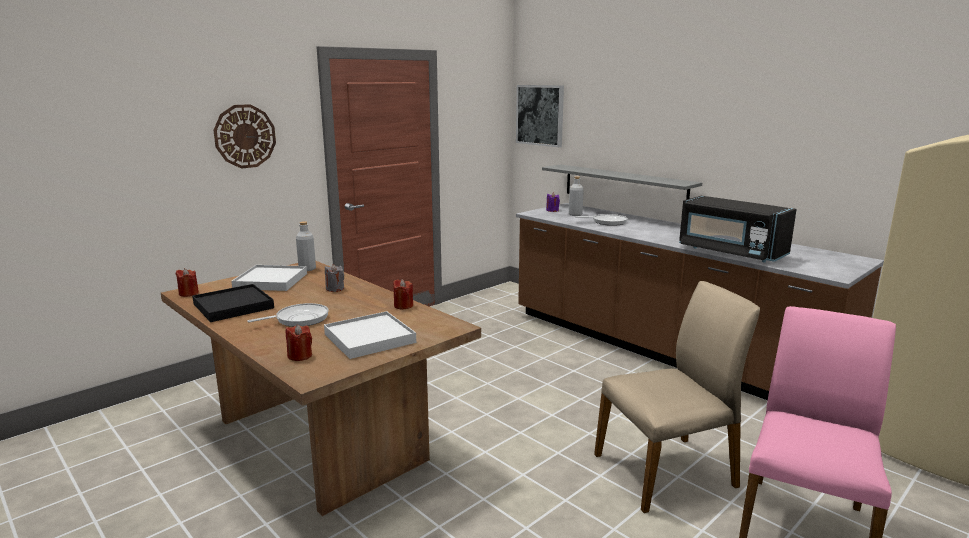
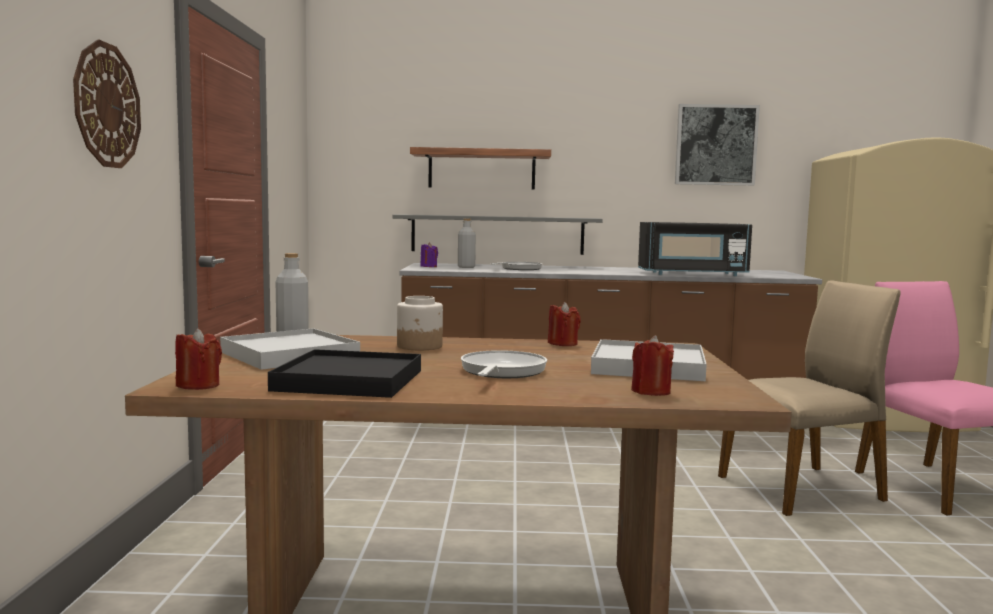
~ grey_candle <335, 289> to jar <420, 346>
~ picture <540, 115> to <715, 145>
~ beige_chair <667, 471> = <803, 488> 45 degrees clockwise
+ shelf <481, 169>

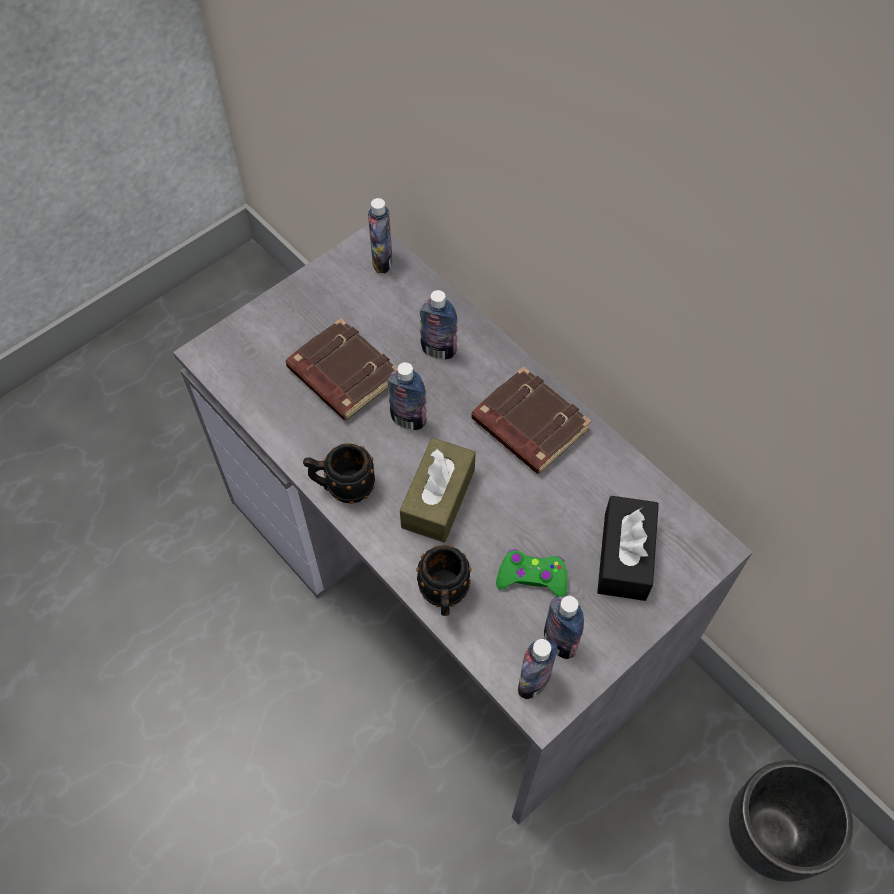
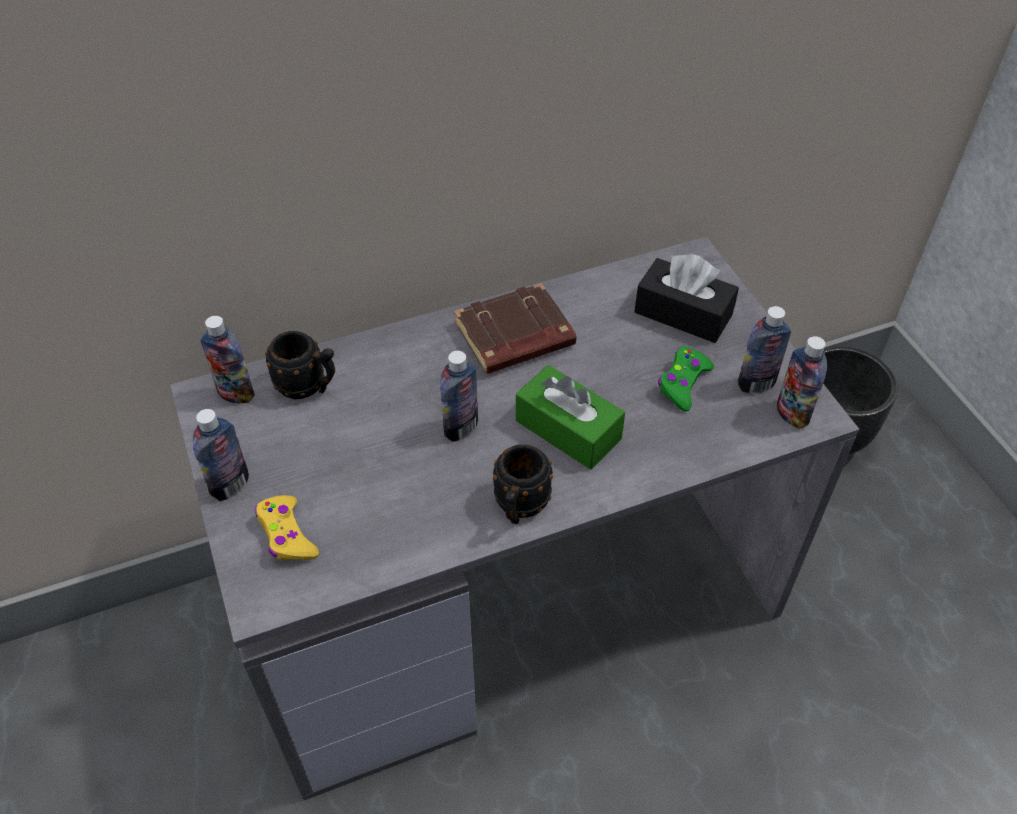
- brown_book <341, 374>
~ brown_tissue_box <438, 498> to green_tissue_box <568, 429>
~ black_mug <444, 596> to <308, 387>
~ bottle <438, 350> to <230, 485>
+ yellow_game_controller <287, 535>

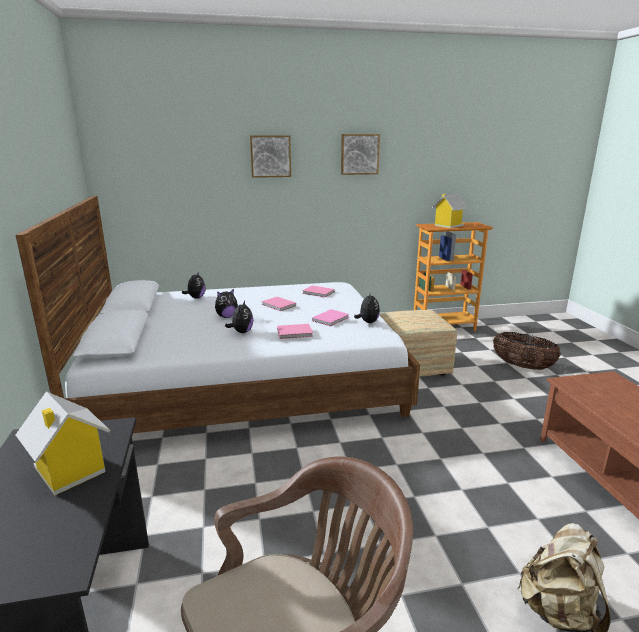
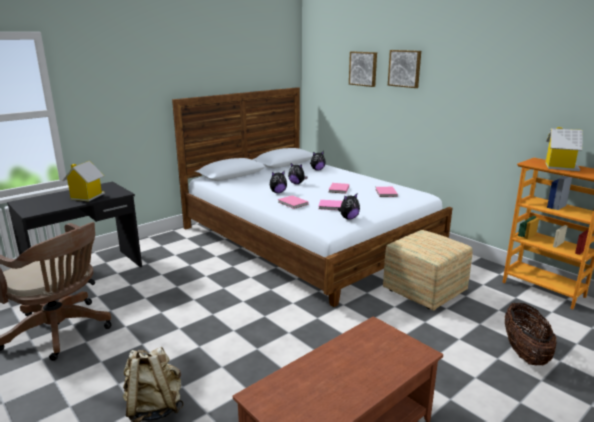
~ picture <359, 154> to <363, 68>

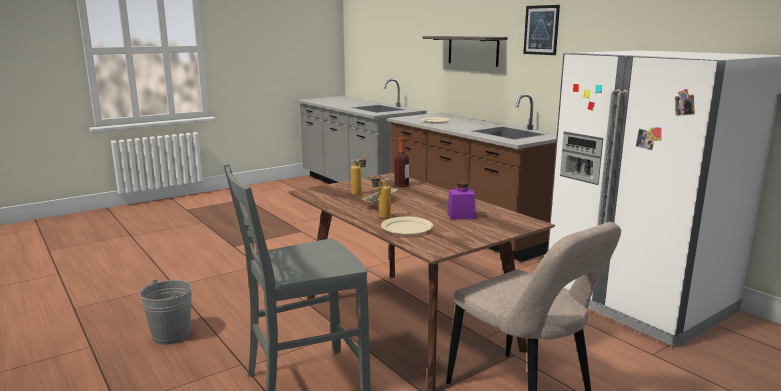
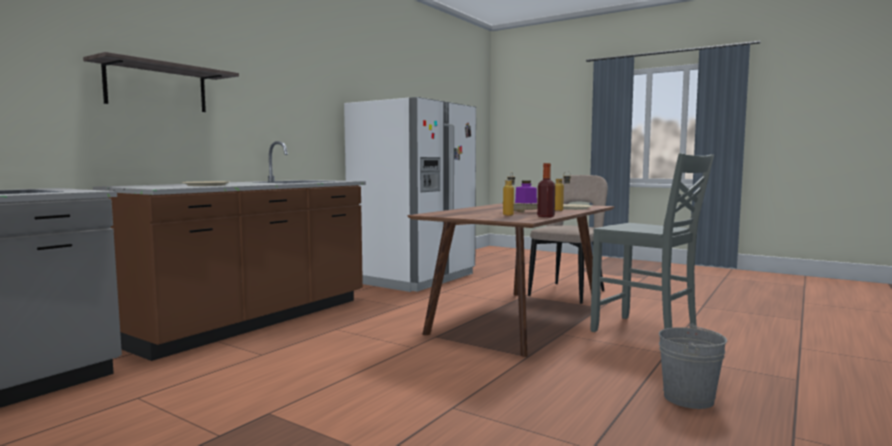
~ bottle <401, 185> to <545, 216>
- picture <541, 30>

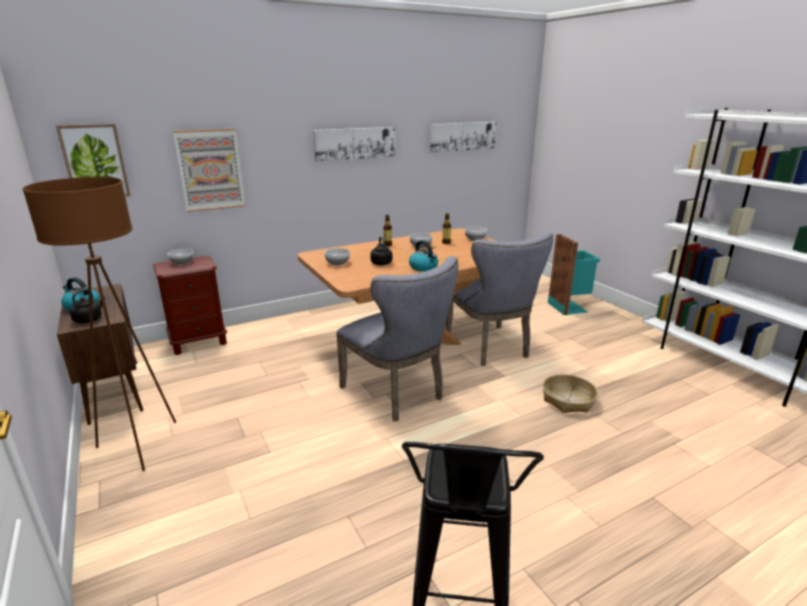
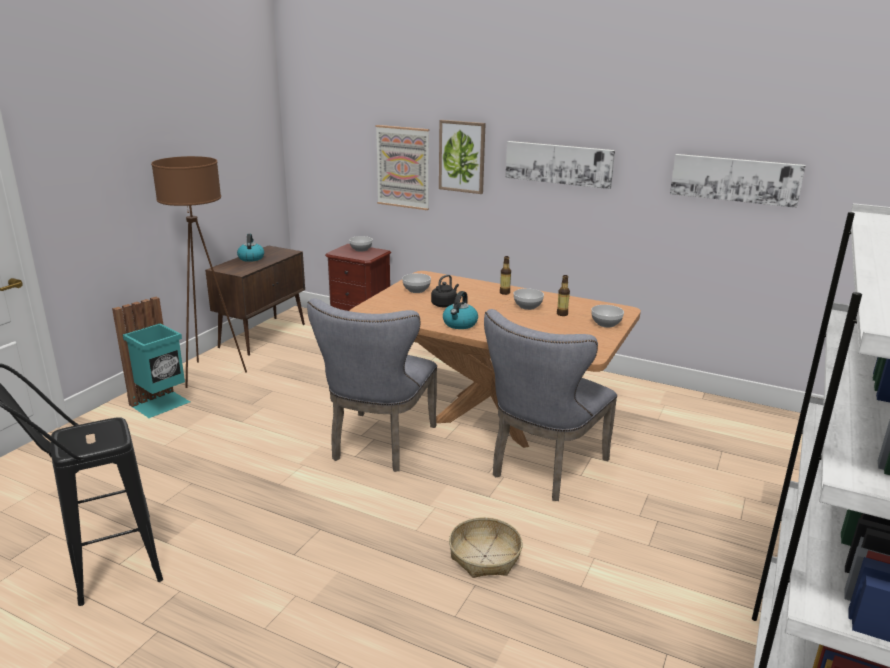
~ picture <95, 162> to <462, 156>
- black_kettle <89, 319>
~ turquoise_trash_can <569, 307> to <161, 404>

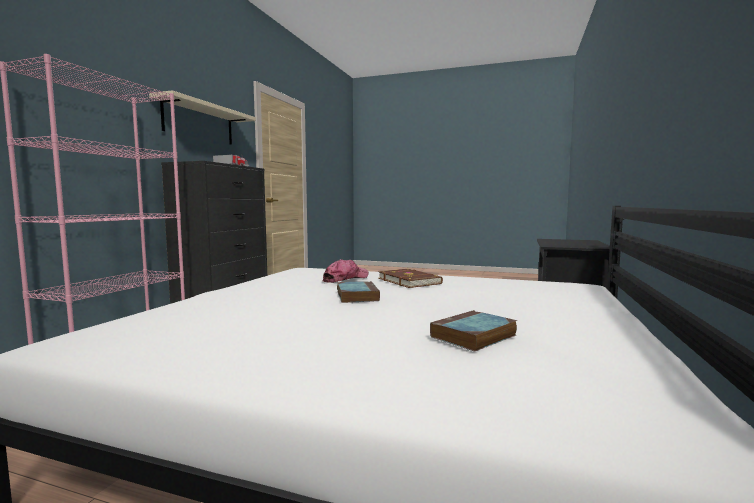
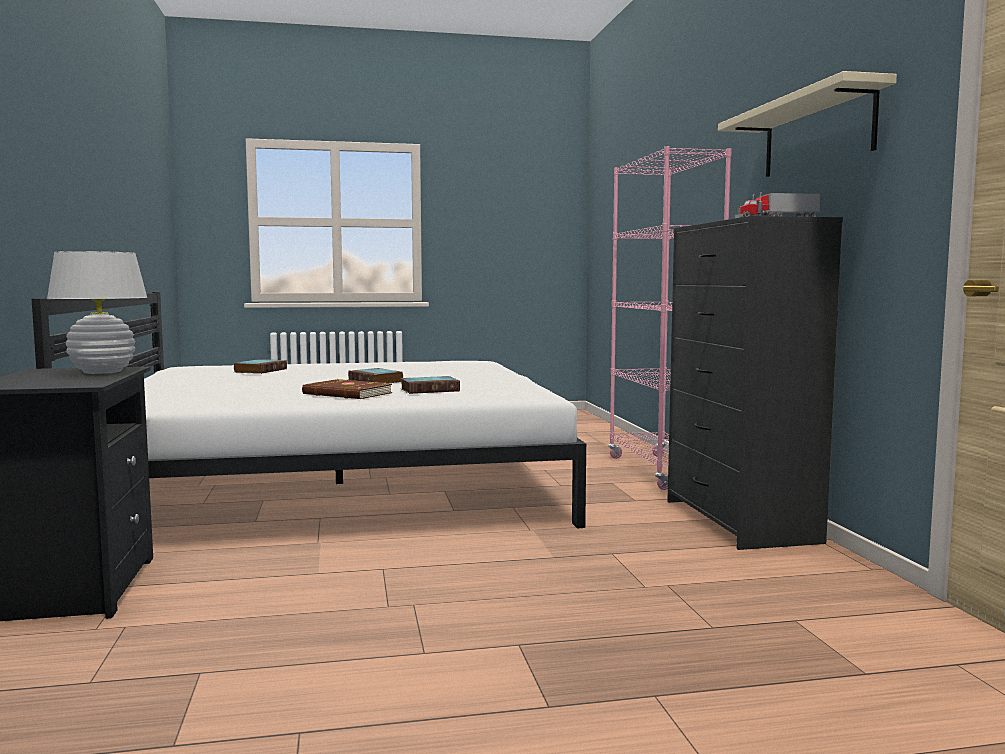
~ cap <345, 278> to book <430, 390>
+ white_table_lamp <103, 372>

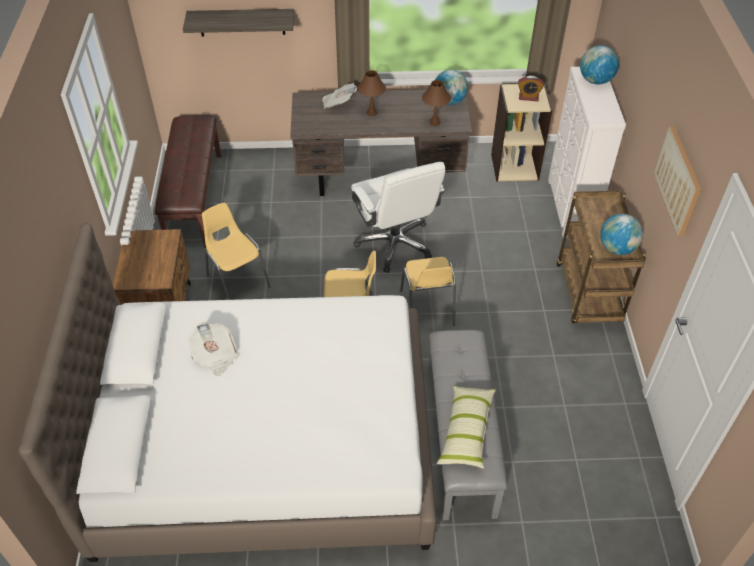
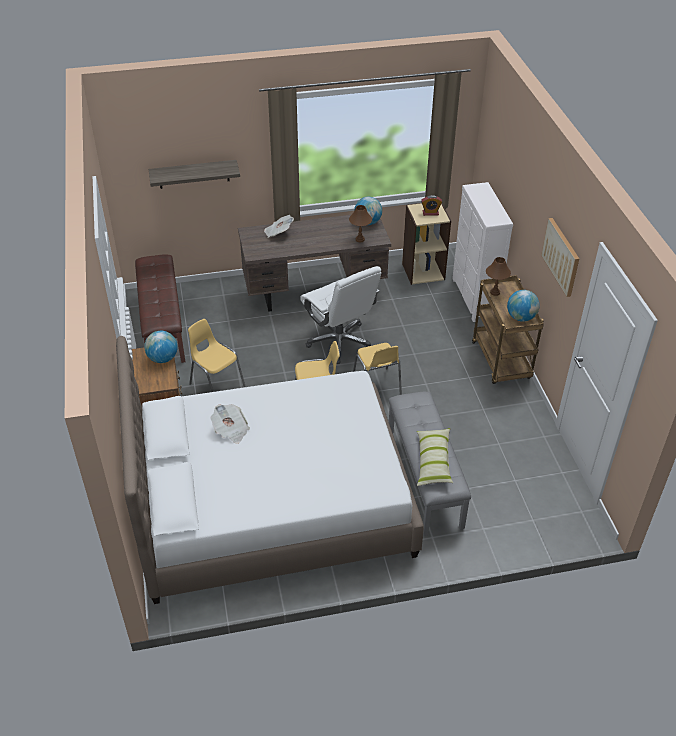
~ brown_table_lamp <371, 112> to <495, 292>
~ globe <595, 81> to <163, 358>

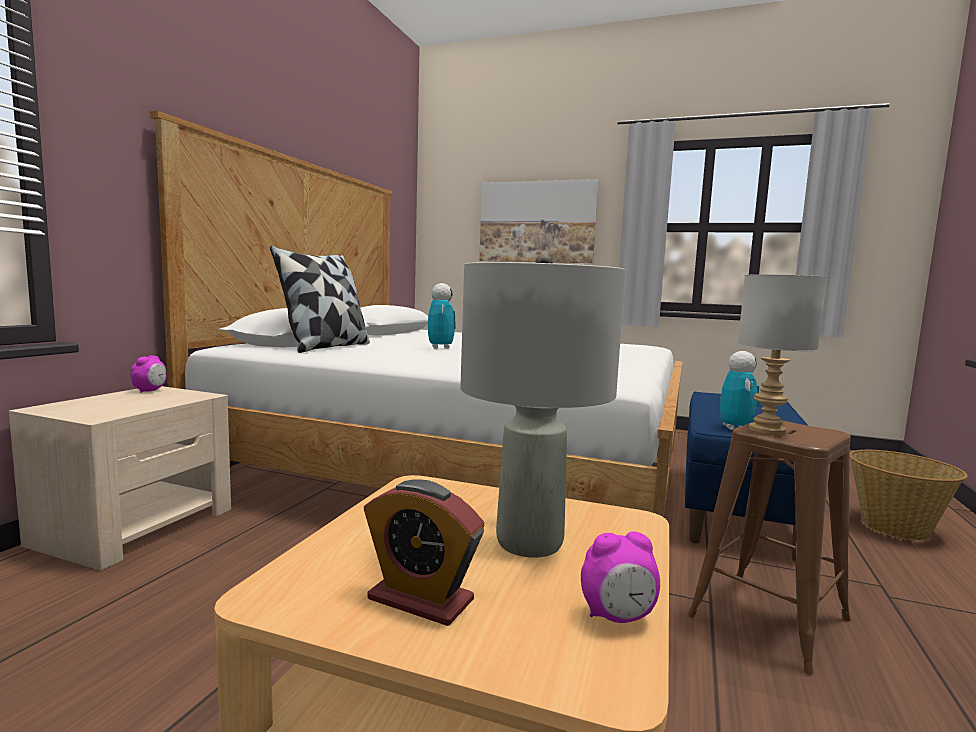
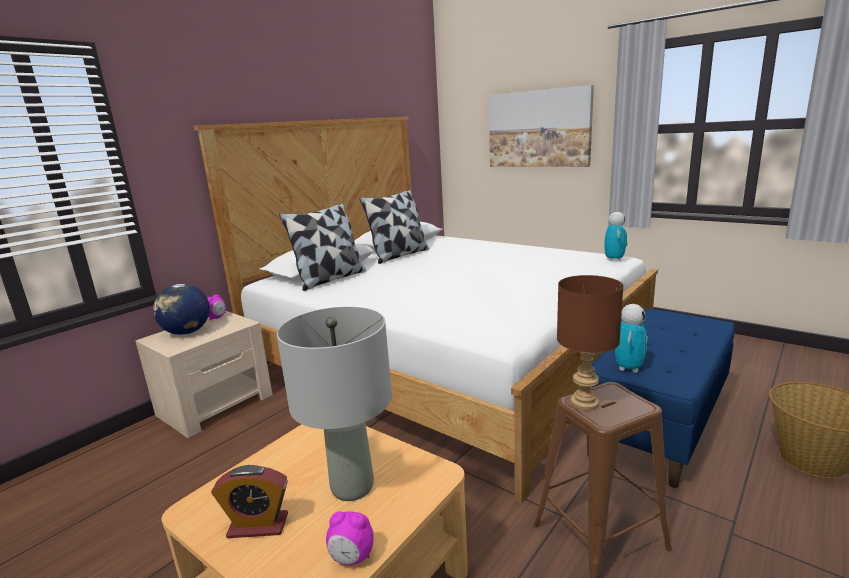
~ alarm_clock <420, 600> = <258, 526> 45 degrees counterclockwise
~ toy_robot <440, 348> to <614, 260>
~ grey_table_lamp <765, 430> to brown_table_lamp <583, 402>
+ globe <187, 332>
+ pillow <399, 255>

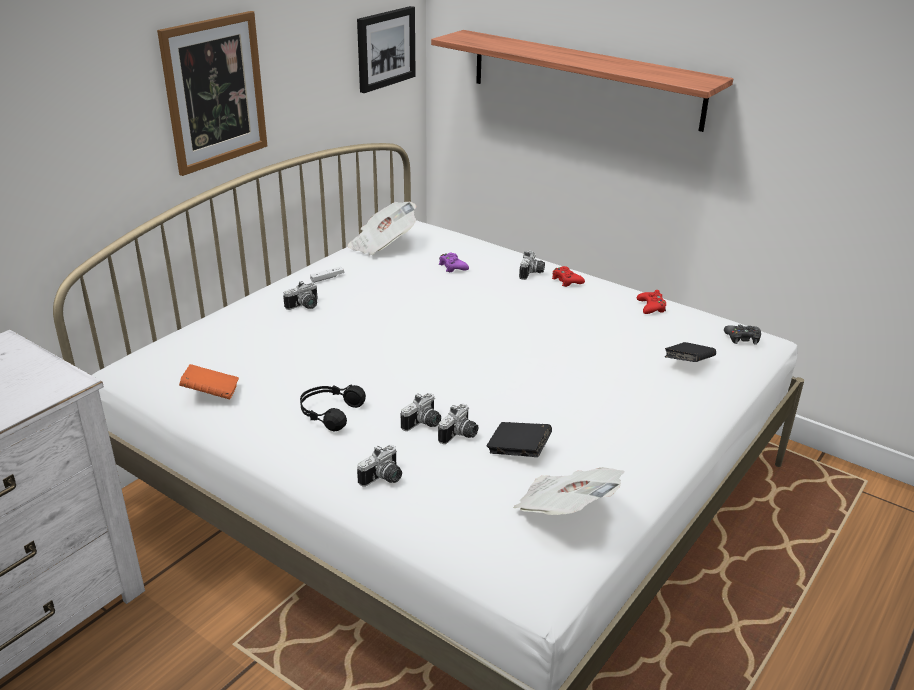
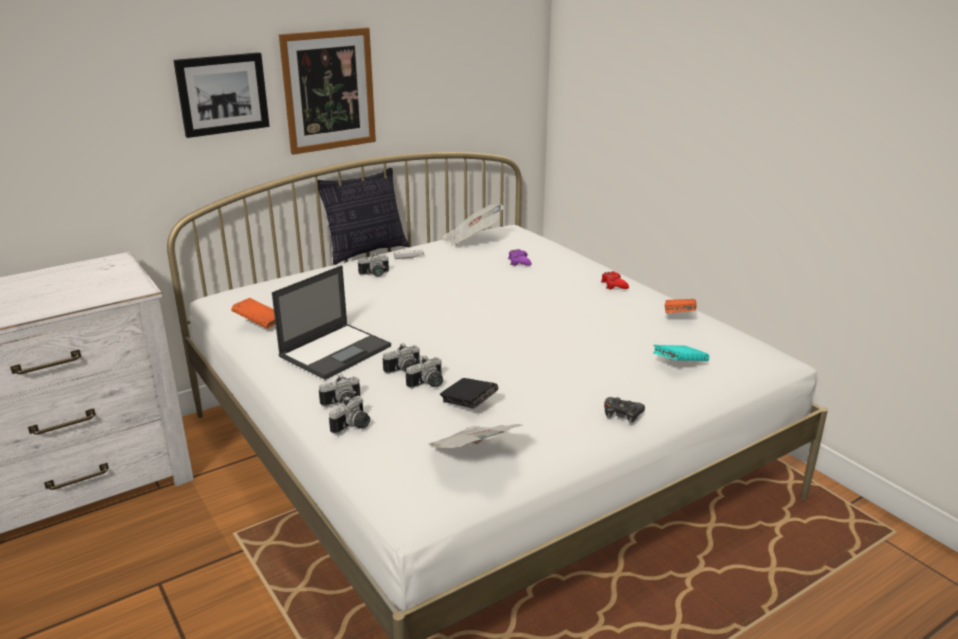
~ black_headphones <329, 413> to laptop <336, 351>
~ picture <385, 48> to <222, 94>
- shelf <584, 79>
~ photo_camera <532, 273> to <353, 426>
~ red_game_controller <651, 307> to orange_book <679, 316>
~ black_book <688, 363> to turquoise_book <679, 364>
~ black_game_controller <742, 338> to <622, 414>
+ pillow <366, 252>

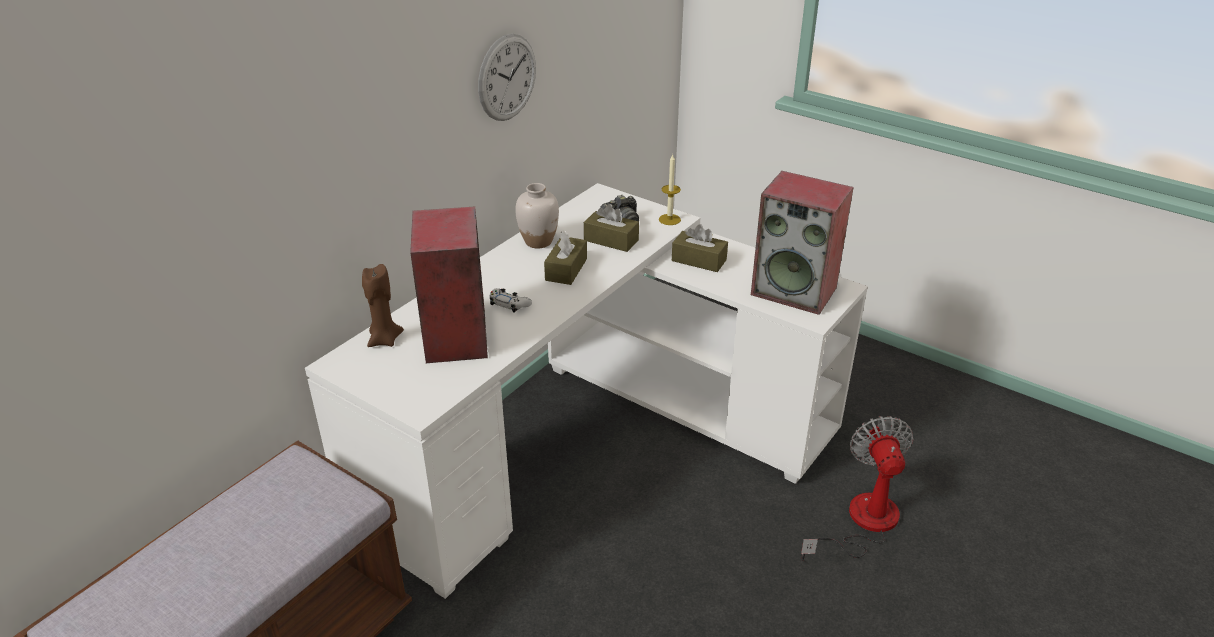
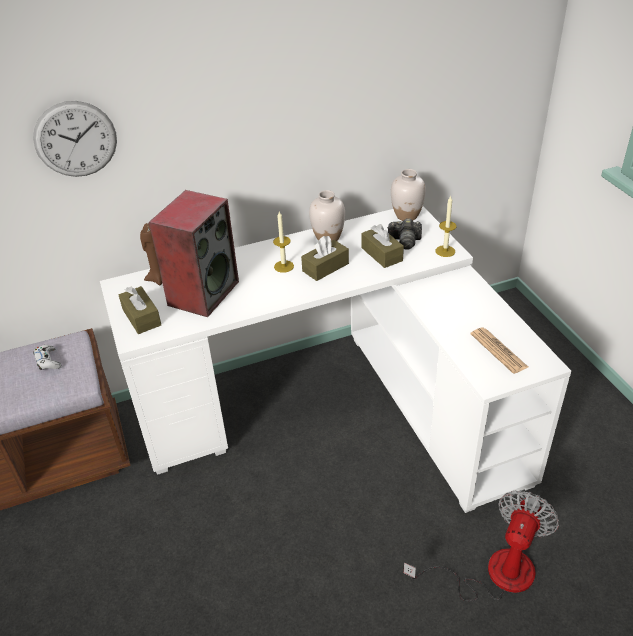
~ wall_clock <507, 77> to <75, 139>
~ white_game_controller <509, 304> to <48, 361>
~ brown_tissue_box <699, 260> to <141, 317>
~ speaker <795, 291> to newspaper <498, 350>
+ candle <284, 266>
+ white_vase <407, 215>

